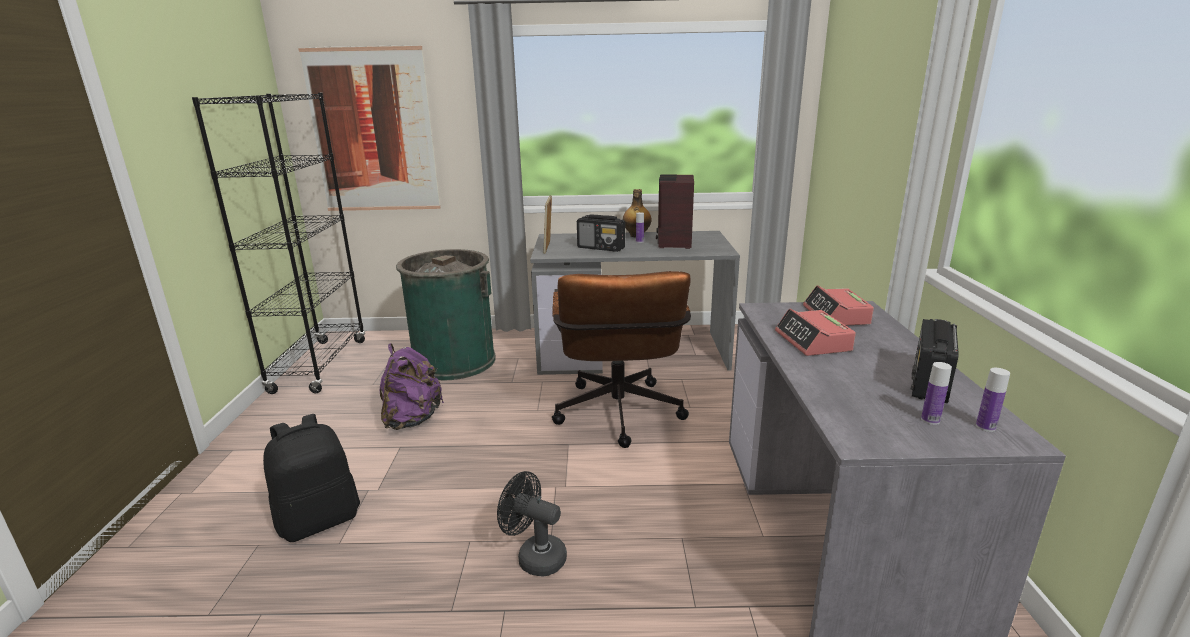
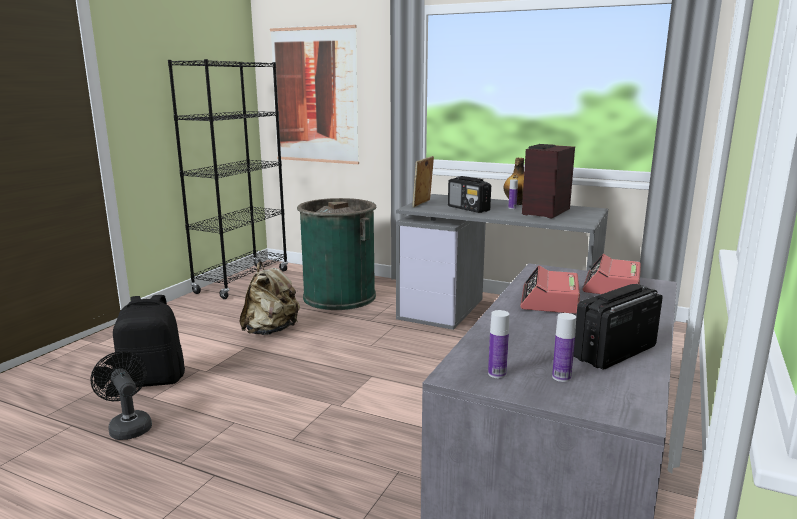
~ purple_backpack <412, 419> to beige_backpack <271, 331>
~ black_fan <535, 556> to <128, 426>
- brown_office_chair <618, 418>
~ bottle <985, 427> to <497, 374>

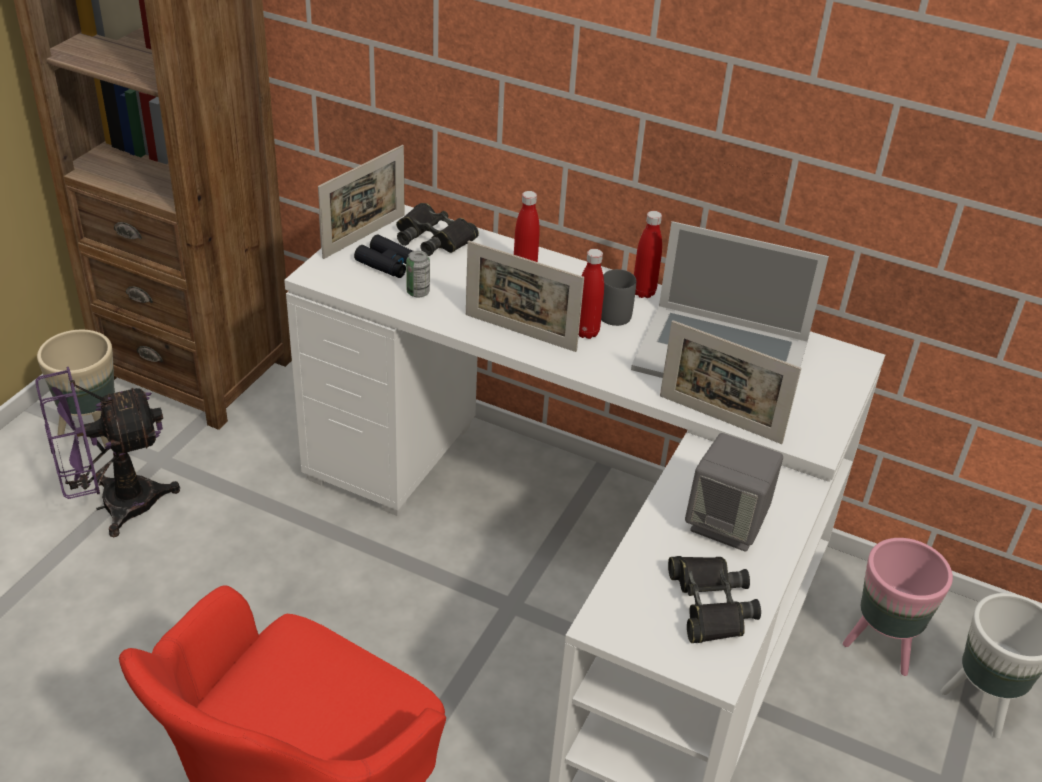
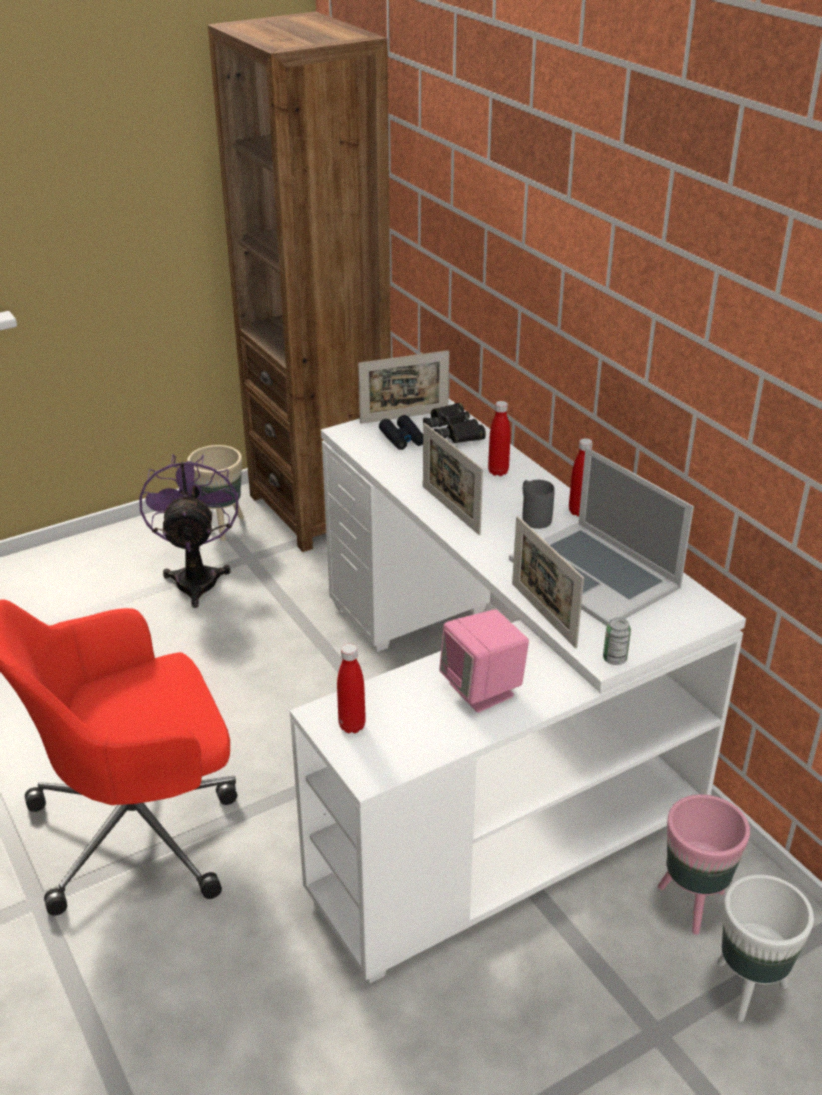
~ purple_fan <113, 506> = <197, 577> 75 degrees clockwise
~ can <418, 292> to <614, 659>
~ red_bottle <586, 332> to <352, 726>
- black_binoculars <710, 604>
~ grey_speaker <727, 524> to pink_speaker <482, 690>

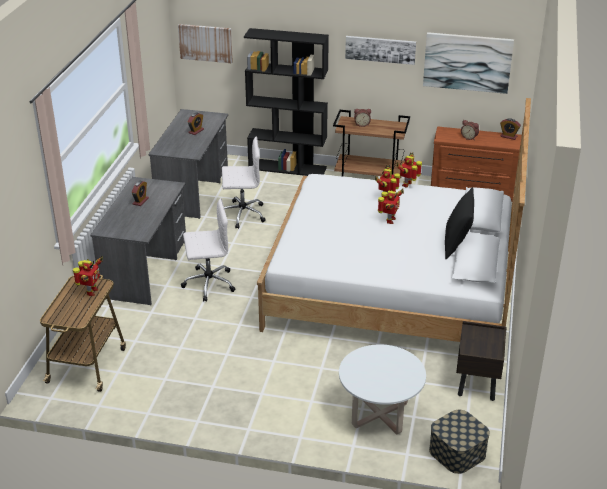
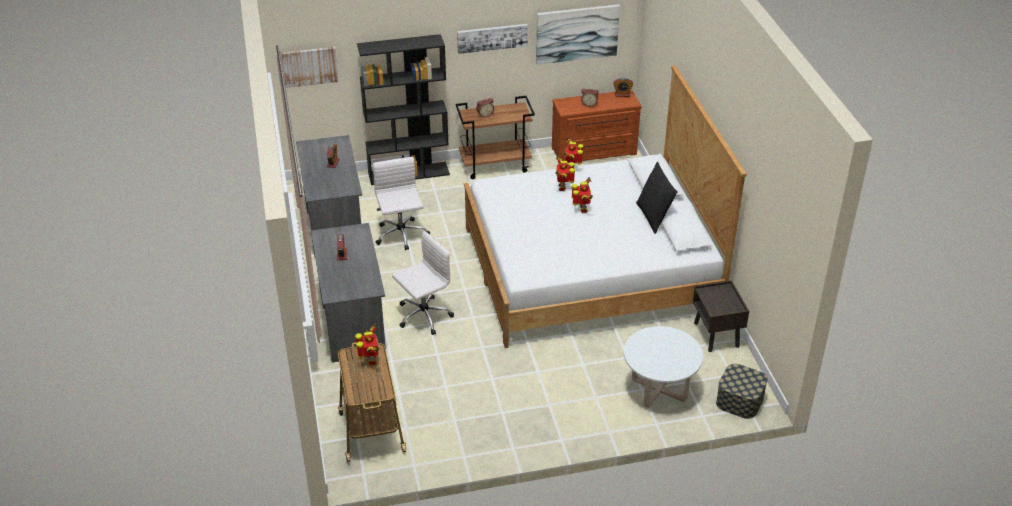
~ white_office_chair <242, 214> = <401, 235> 75 degrees counterclockwise

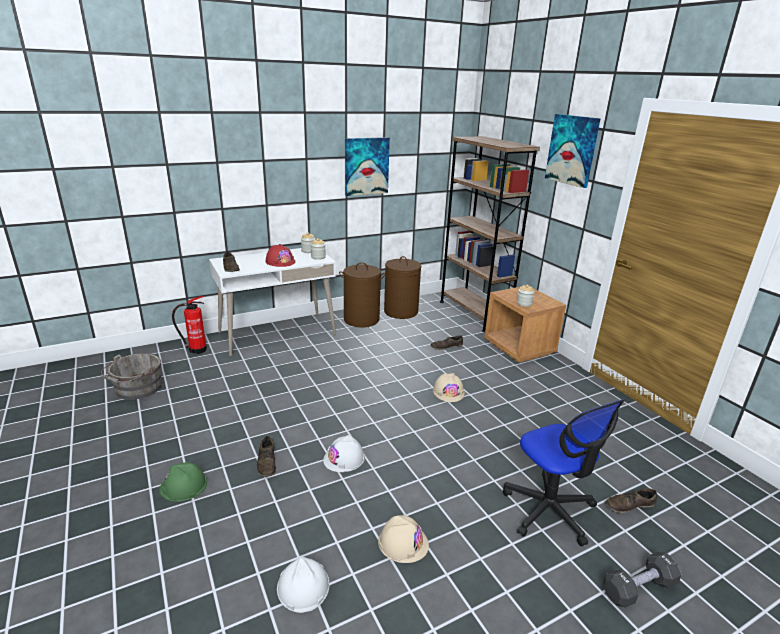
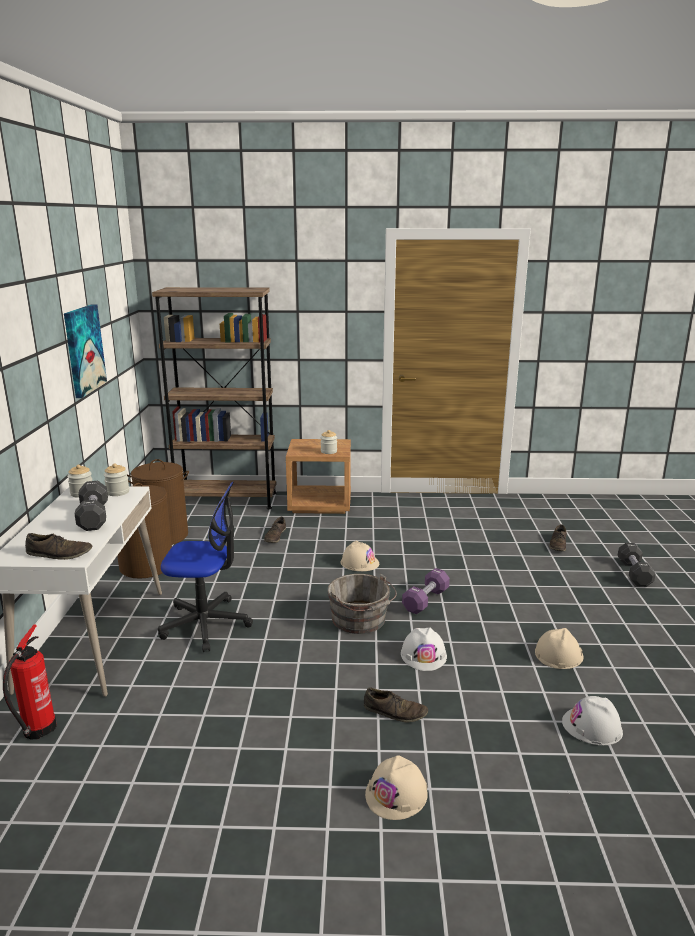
~ grey_bucket <136, 389> to <360, 620>
~ green_hard_hat <183, 486> to beige_hard_hat <396, 794>
~ red_hard_hat <280, 261> to black_dumbbell <93, 517>
~ office_chair <549, 510> to <206, 624>
- picture <572, 150>
+ purple_dumbbell <425, 600>

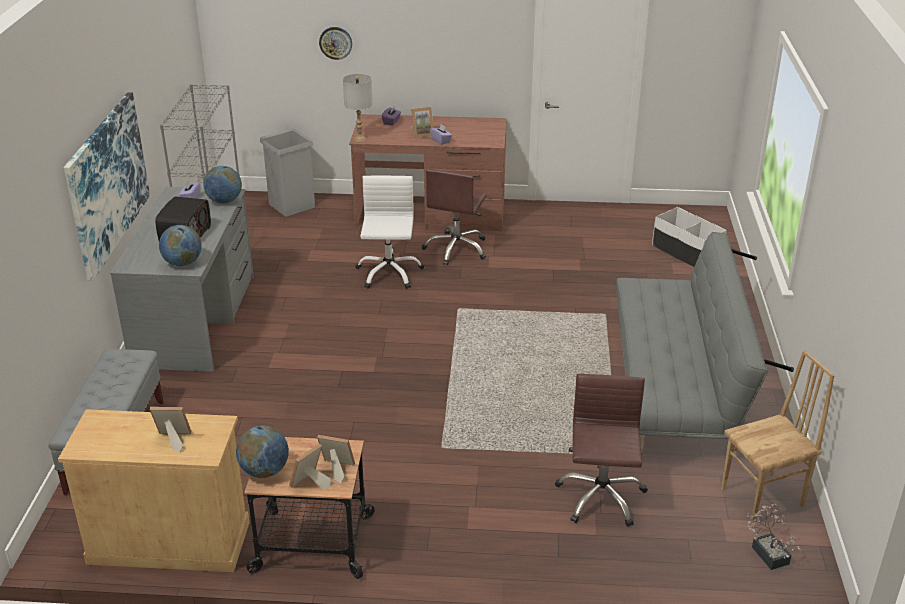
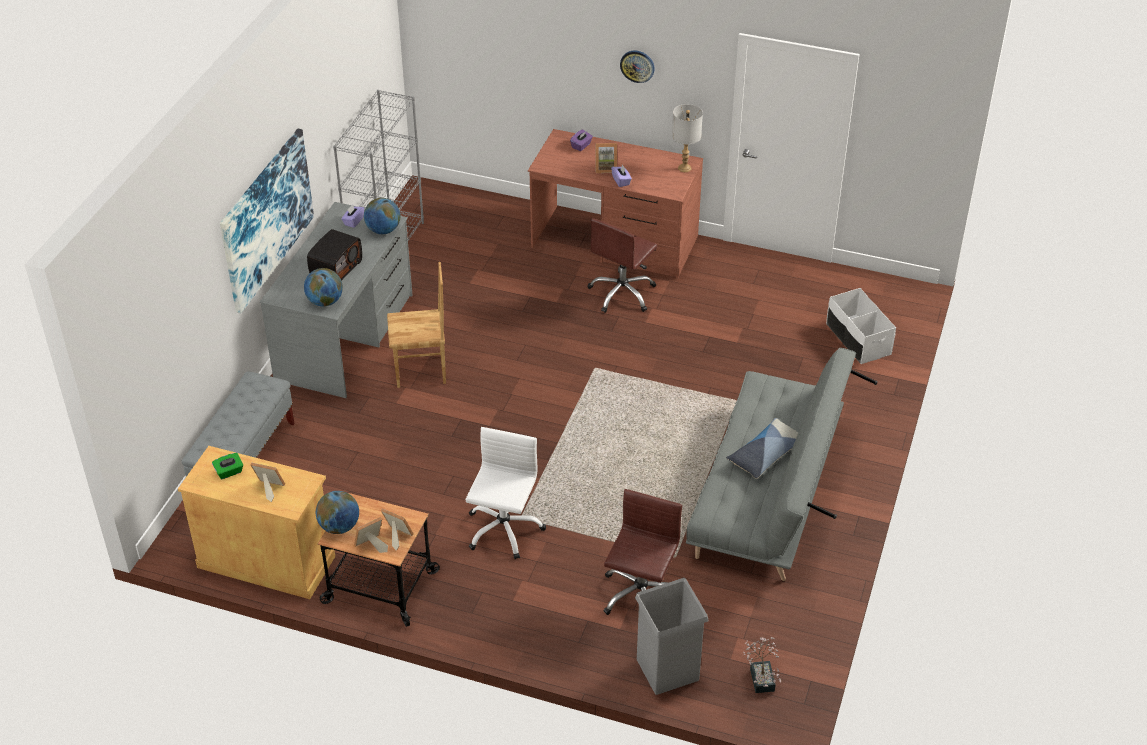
~ grey_trash_can <291, 205> to <667, 669>
~ wall_clock <335, 42> to <637, 66>
~ grey_table_lamp <360, 139> to <685, 168>
~ white_office_chair <388, 273> to <503, 529>
~ brown_chair <763, 498> to <421, 372>
+ green_tissue_box <229, 472>
+ pillow <765, 454>

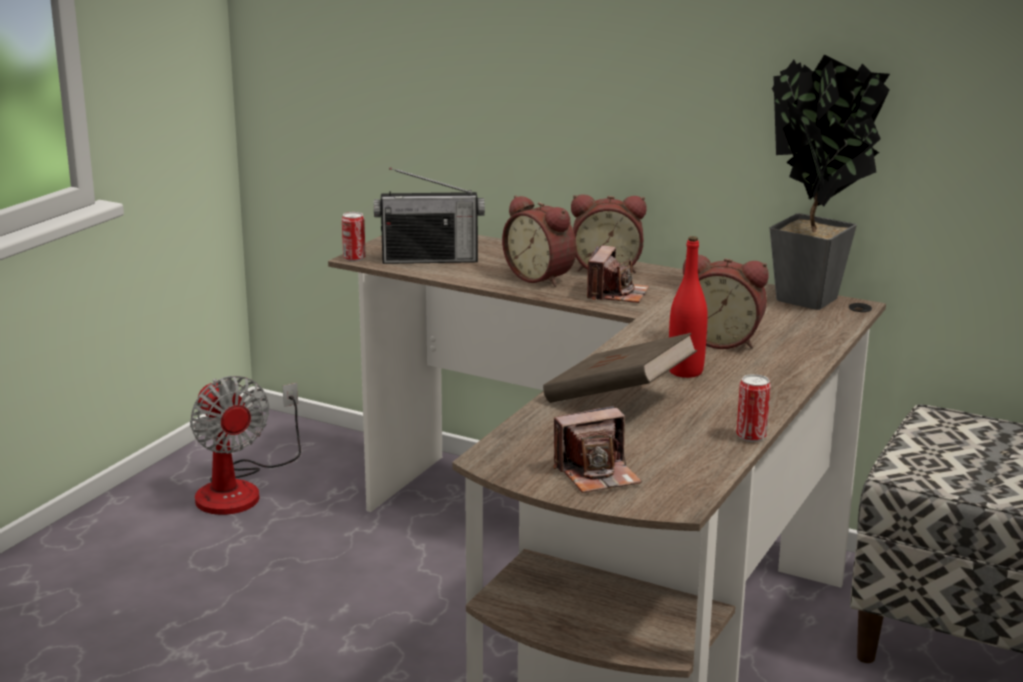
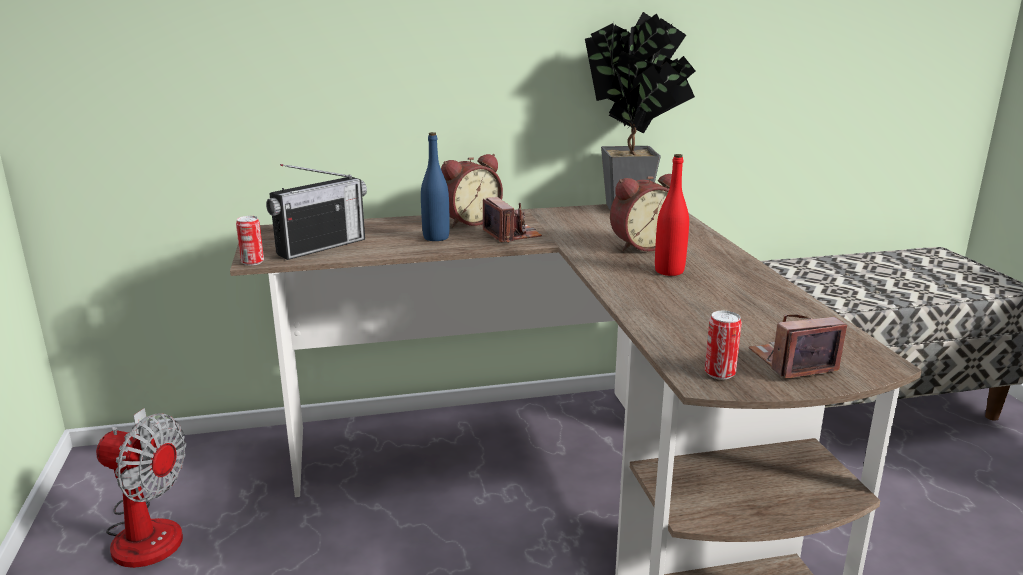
~ alarm_clock <541, 277> to blue_bottle <436, 237>
- brown_book <618, 400>
~ photo_camera <597, 474> = <792, 362> 135 degrees counterclockwise
~ can <751, 436> to <719, 373>

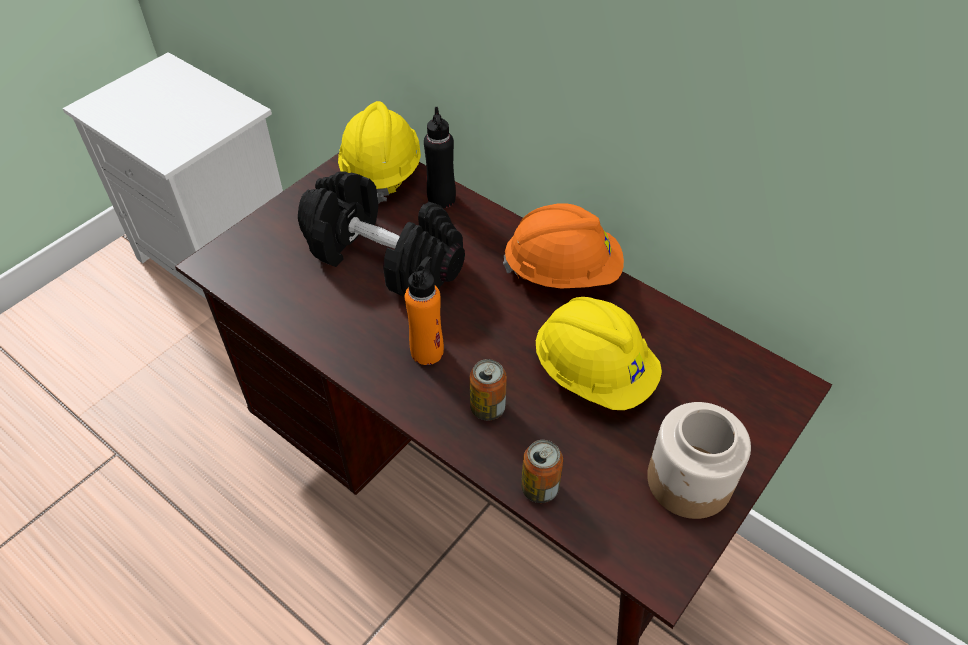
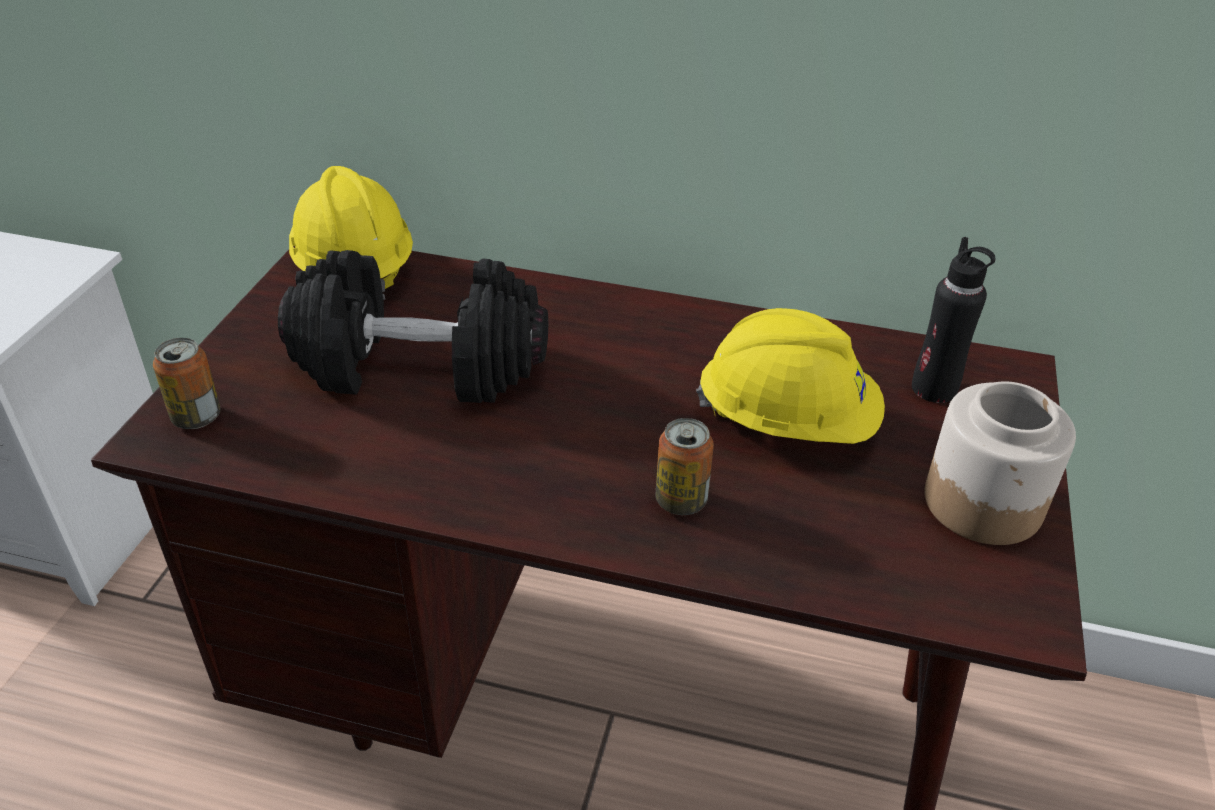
- orange_bottle <427, 351>
~ black_bottle <441, 199> to <934, 388>
- orange_hard_hat <563, 272>
~ can <540, 488> to <196, 417>

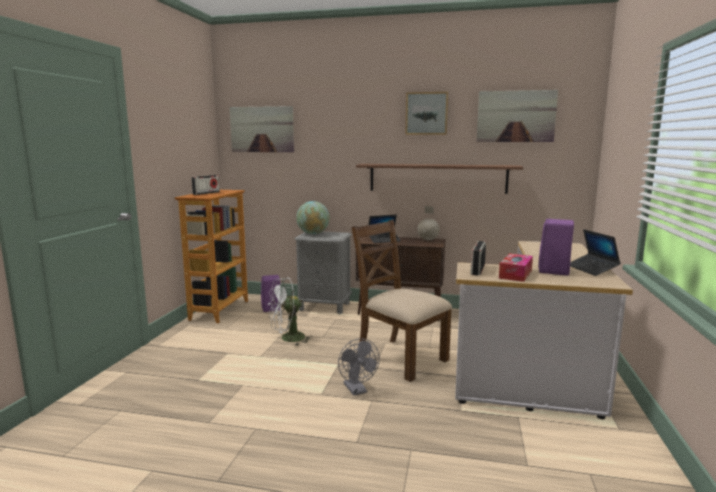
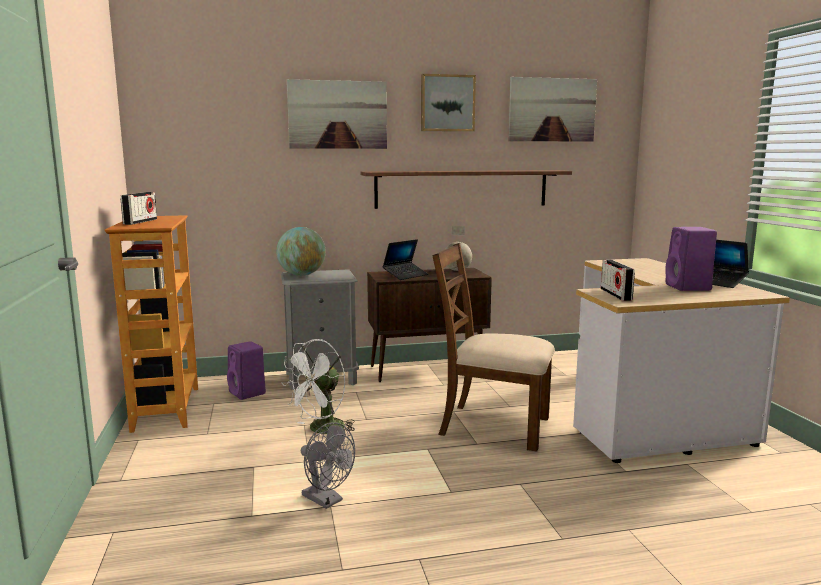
~ picture <262, 129> to <337, 115>
~ grey_fan <357, 390> to <327, 500>
- tissue_box <515, 274>

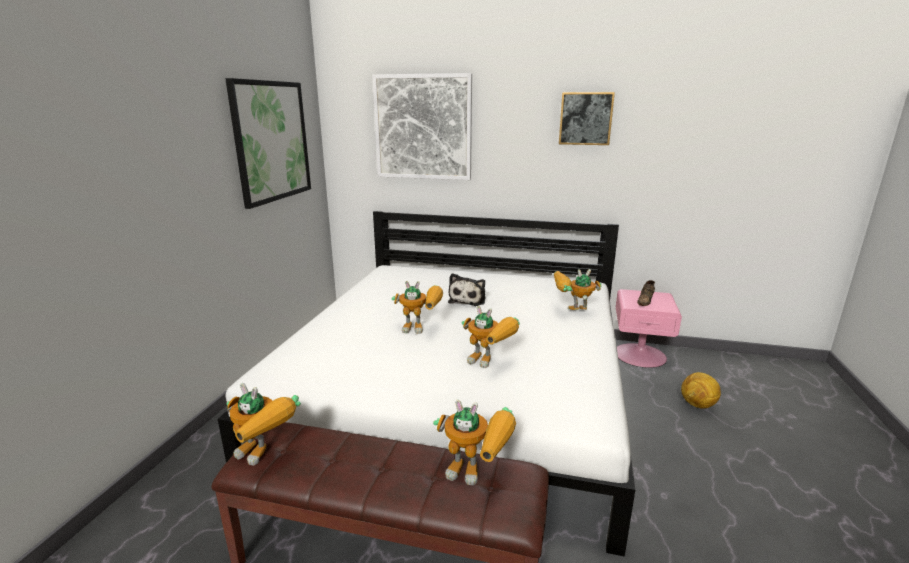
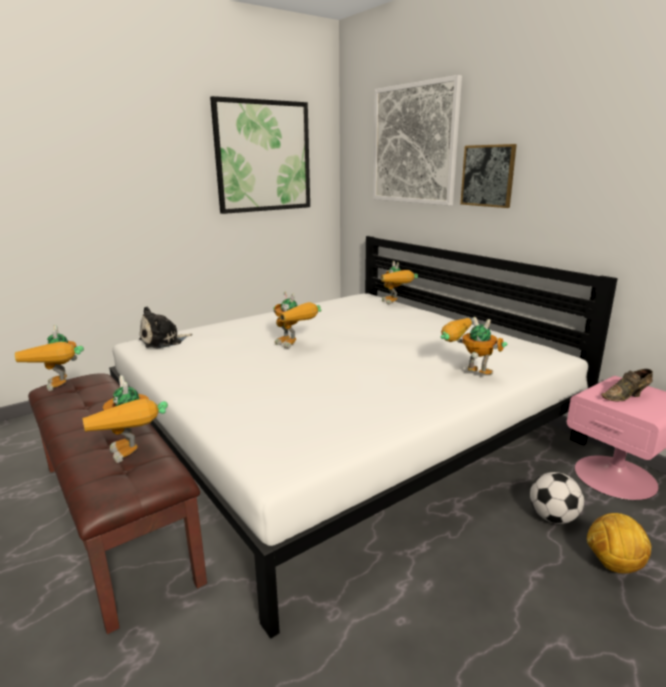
~ plush_toy <468, 300> to <163, 341>
~ toy_robot <490, 363> to <395, 303>
~ picture <585, 118> to <488, 176>
+ football <552, 517>

